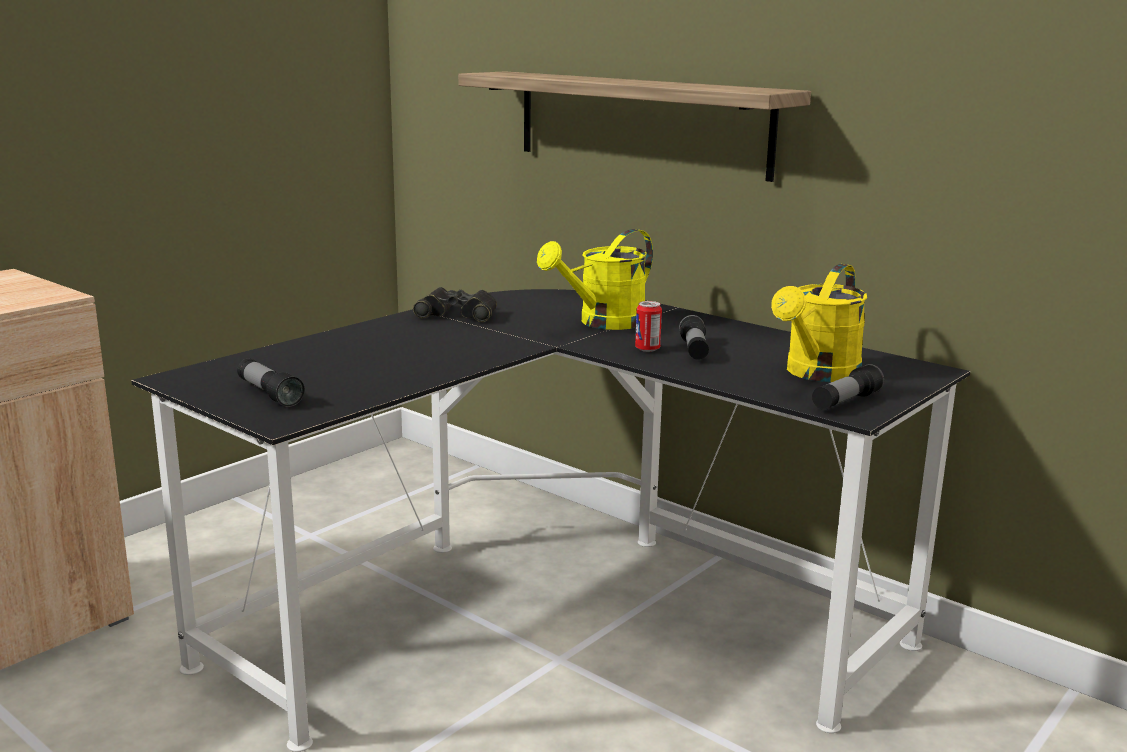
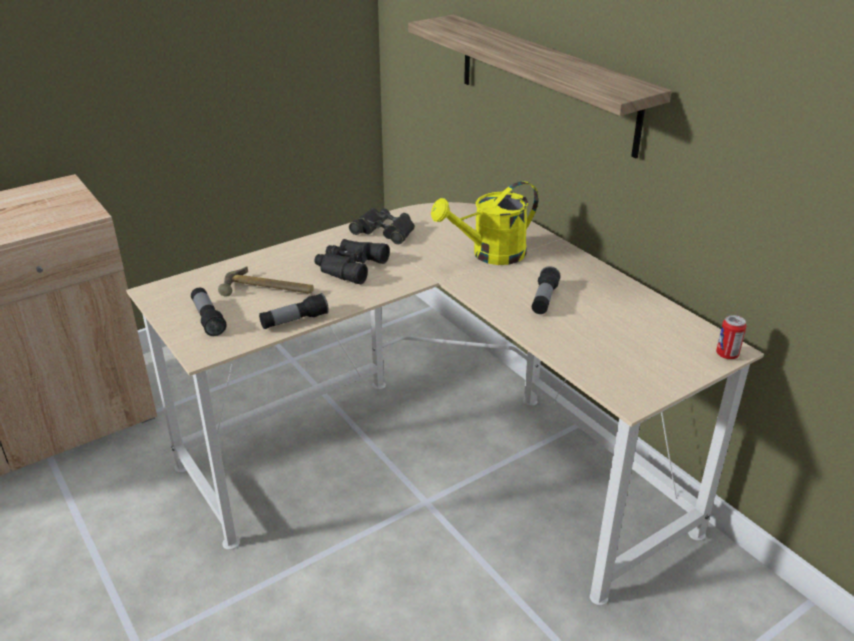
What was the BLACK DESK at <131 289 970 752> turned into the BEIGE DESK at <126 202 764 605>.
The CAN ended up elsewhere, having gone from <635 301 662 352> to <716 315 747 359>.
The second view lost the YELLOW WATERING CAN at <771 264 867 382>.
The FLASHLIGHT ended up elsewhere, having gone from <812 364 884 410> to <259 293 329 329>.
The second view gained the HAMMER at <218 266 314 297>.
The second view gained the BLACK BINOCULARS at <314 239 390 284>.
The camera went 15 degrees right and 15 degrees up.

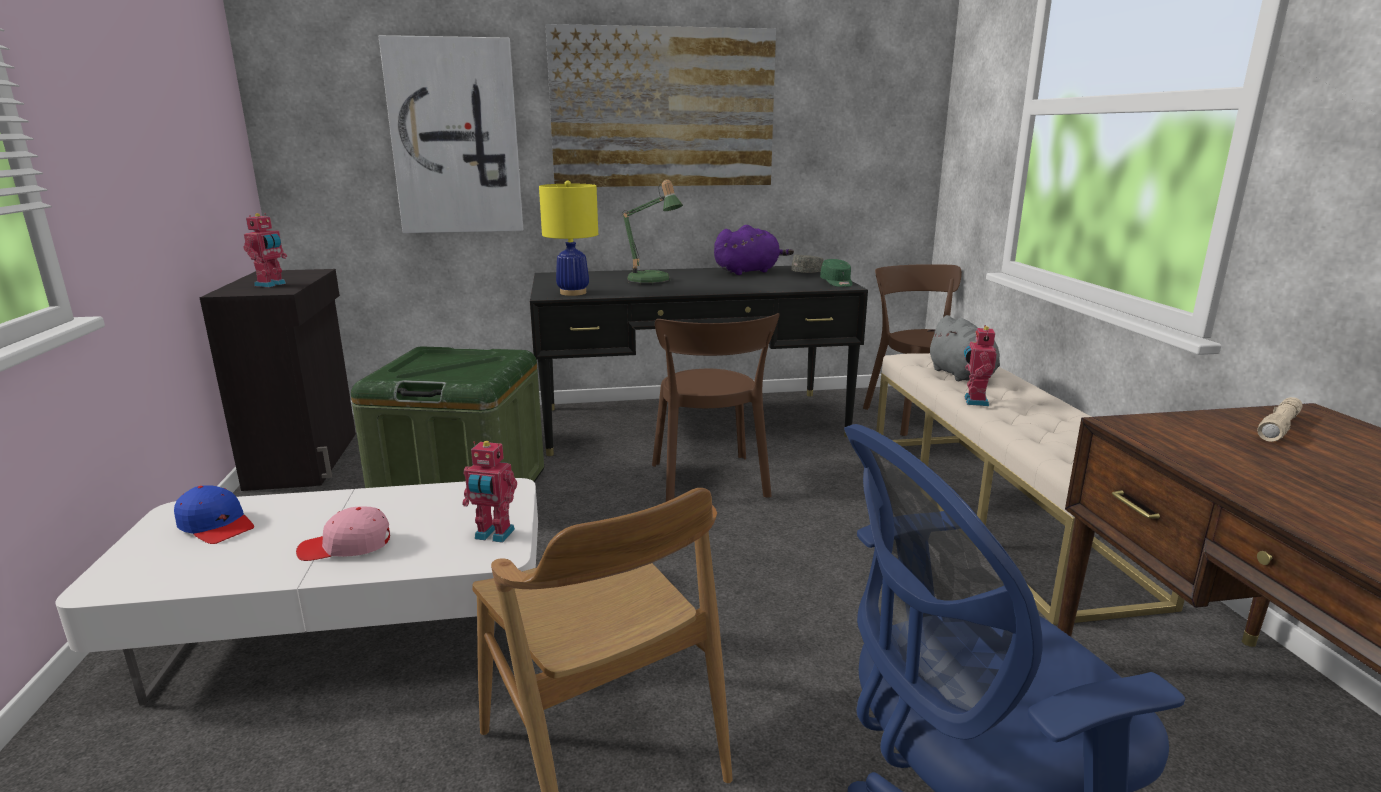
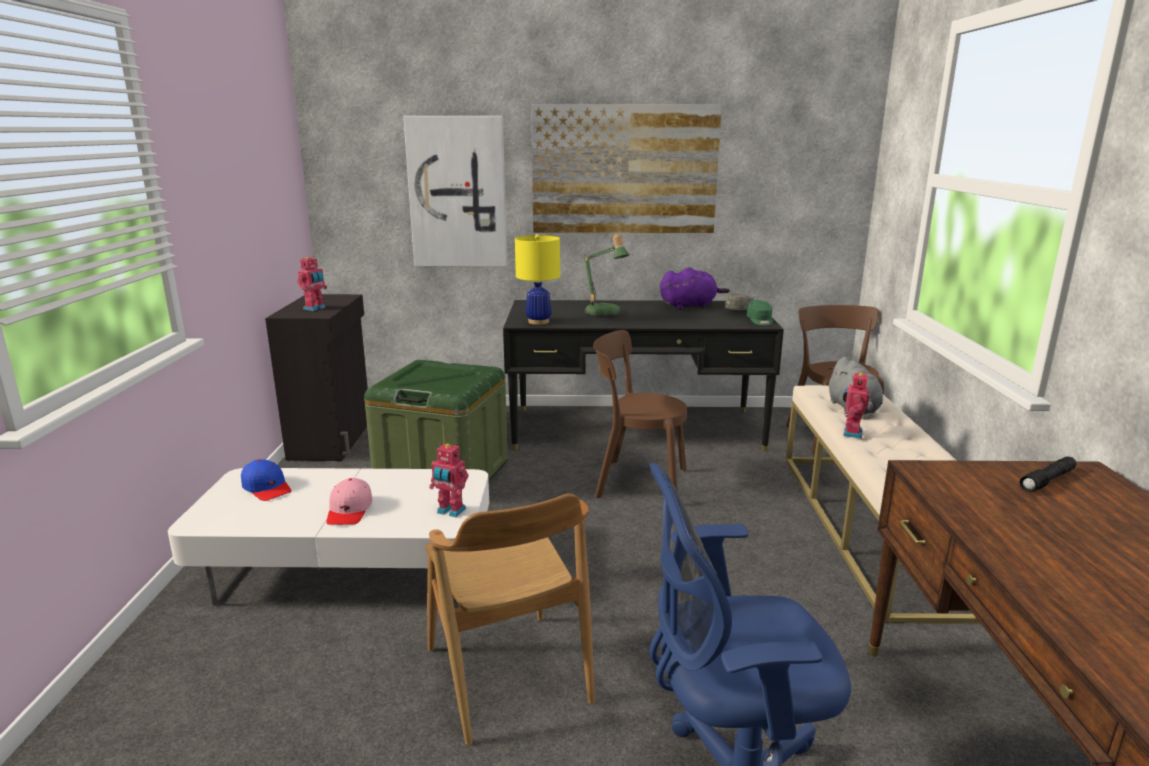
The PINK CAP at <296 507 390 561> ended up facing another way, 90 degrees counterclockwise from before.
The BROWN CHAIR at <652 313 780 502> ended up facing another way, 105 degrees clockwise from before.
What was the BEIGE FLASHLIGHT at <1257 397 1303 442> turned into the BLACK FLASHLIGHT at <1020 457 1077 492>.
The camera went 10 degrees right and 0 degrees up.

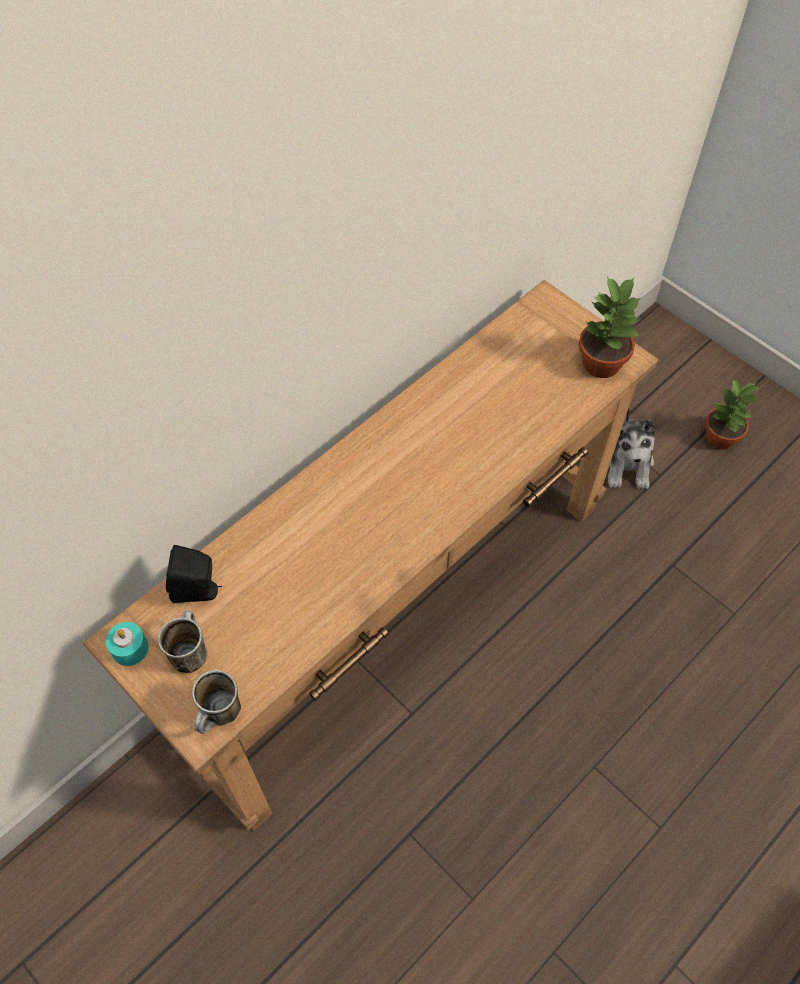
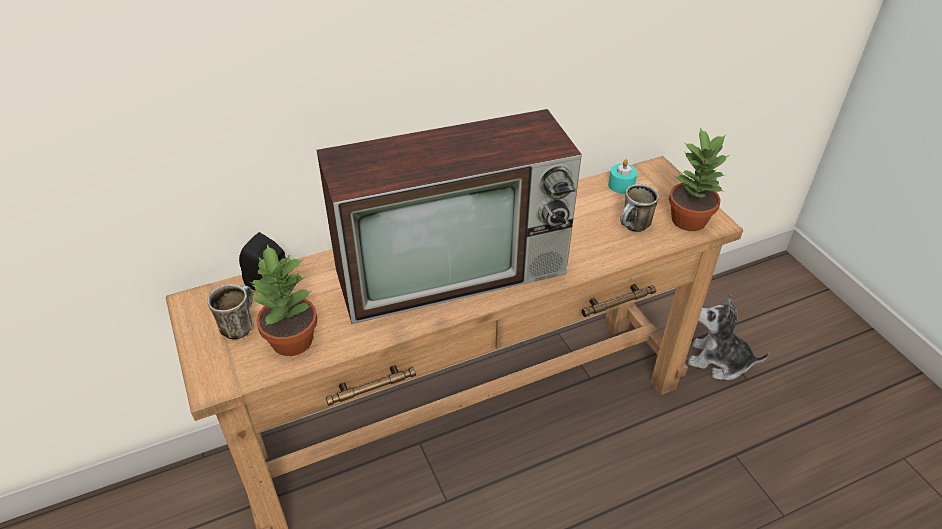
The TURQUOISE CANDLE ended up elsewhere, having gone from <106 622 148 666> to <608 159 637 194>.
The MUG ended up elsewhere, having gone from <192 670 241 734> to <620 184 659 232>.
The PLUSH TOY at <608 407 655 489> ended up facing another way, 90 degrees clockwise from before.
The POTTED PLANT ended up elsewhere, having gone from <705 379 759 449> to <250 244 318 356>.
The second view gained the TELEVISION at <317 109 582 324>.
The camera went 20 degrees right and 15 degrees down.

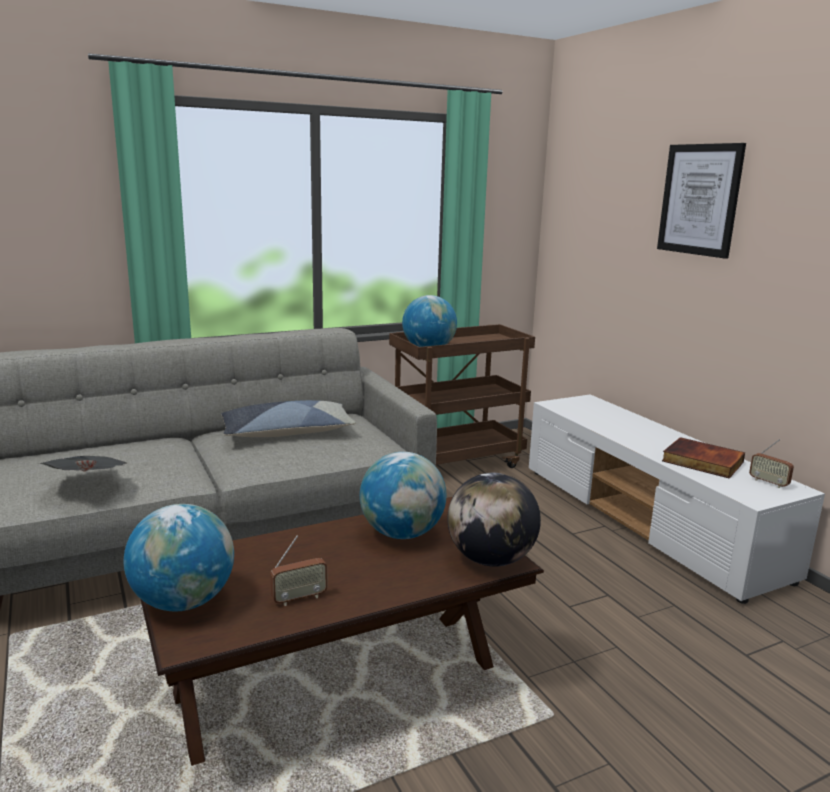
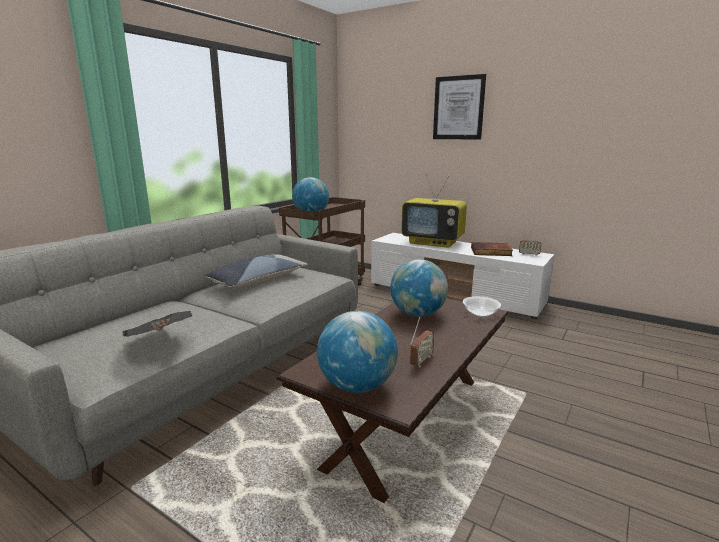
Where the GLOBE stood at <447 473 541 567>, the BOWL came to stand at <463 296 501 317>.
The second view gained the TELEVISION at <401 174 467 248>.
The camera went 30 degrees left and 0 degrees up.

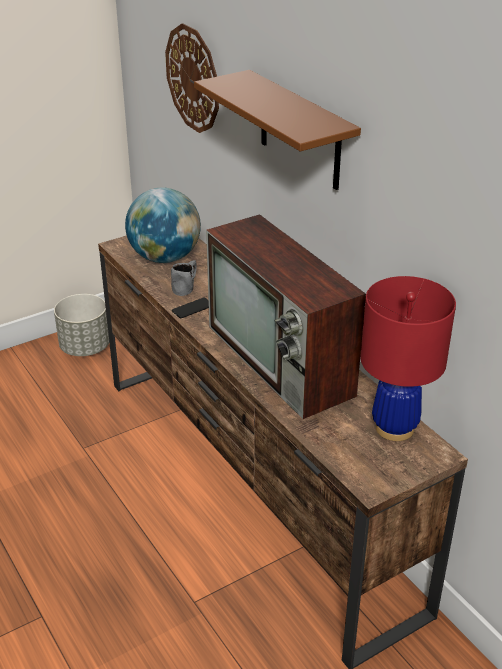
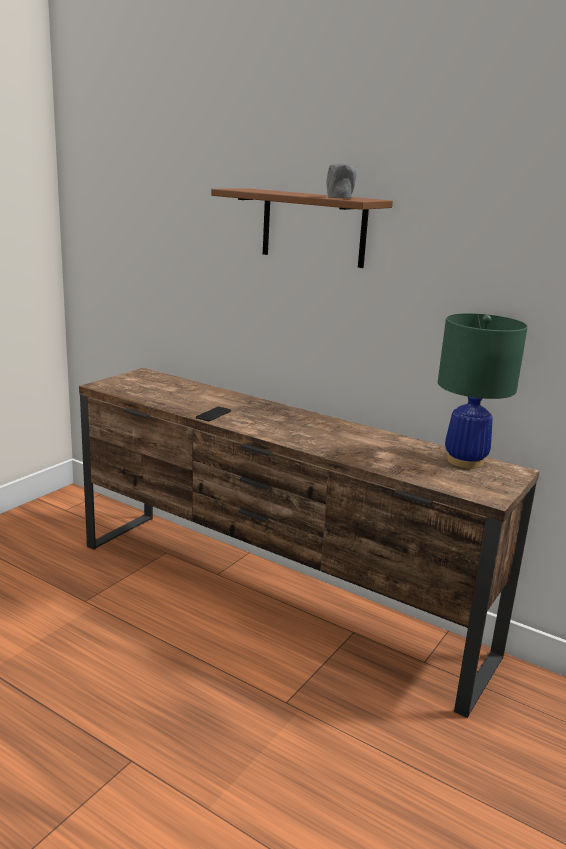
The second view lost the GREY PLANTER at <54 294 109 356>.
The second view lost the GLOBE at <125 188 201 263>.
The second view lost the WALL CLOCK at <165 23 219 133>.
The GREY MUG ended up elsewhere, having gone from <171 260 197 296> to <326 163 356 198>.
The second view lost the TELEVISION at <206 214 366 419>.
What was the RED TABLE LAMP at <360 276 456 441> turned into the GREEN TABLE LAMP at <438 313 528 469>.
The camera went 25 degrees left and 15 degrees down.

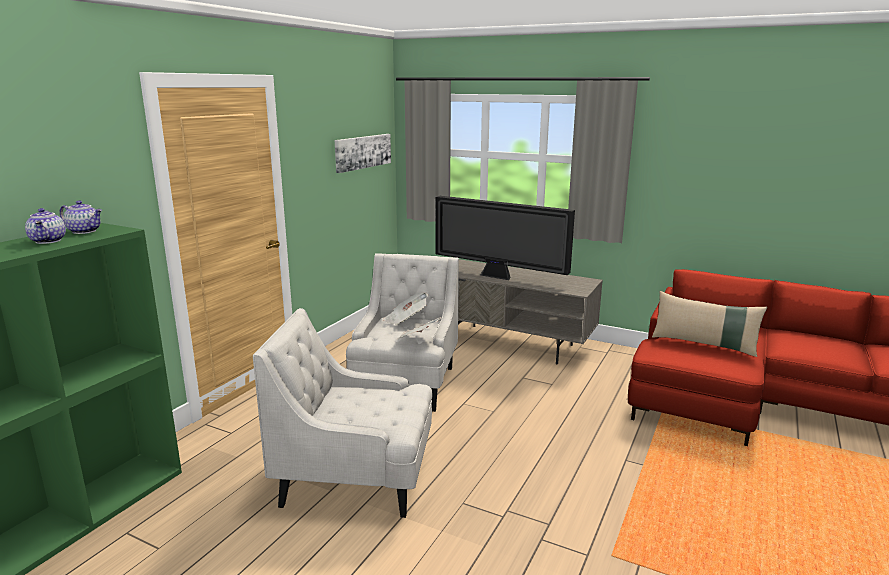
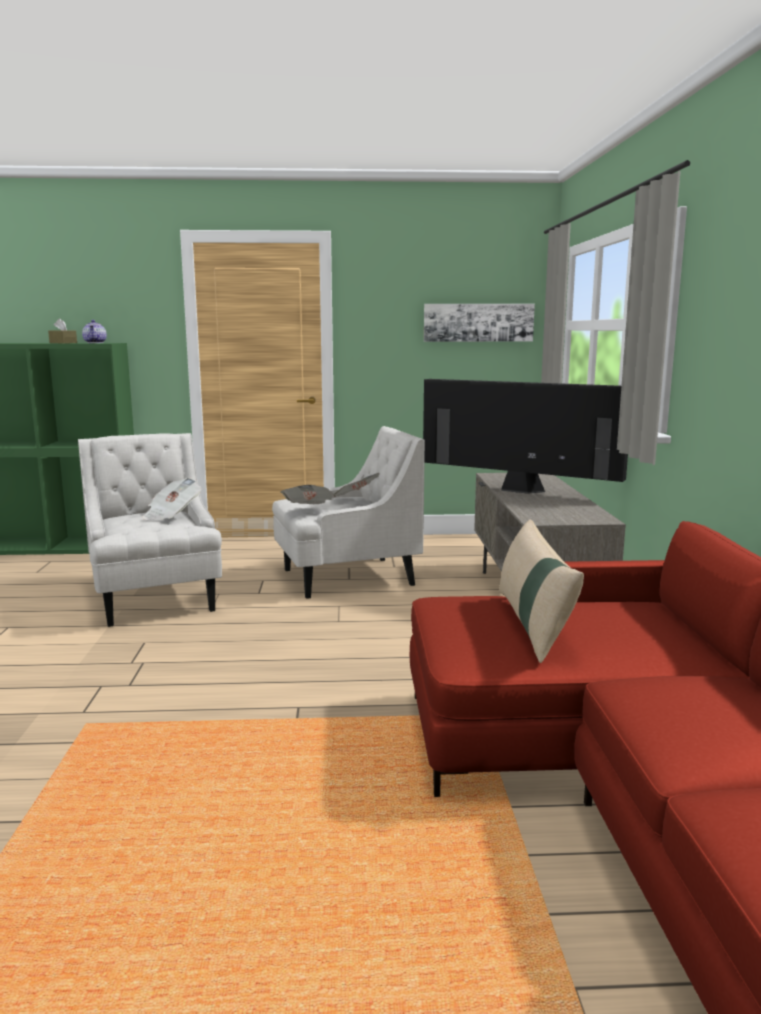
Where the TEAPOT stood at <25 208 66 244>, the BROWN TISSUE BOX came to stand at <48 318 77 343>.
The TELEVISION at <435 196 575 280> ended up facing another way, 120 degrees clockwise from before.
The second view gained the NEWSPAPER at <142 478 201 520>.
The camera went 60 degrees right and 5 degrees down.

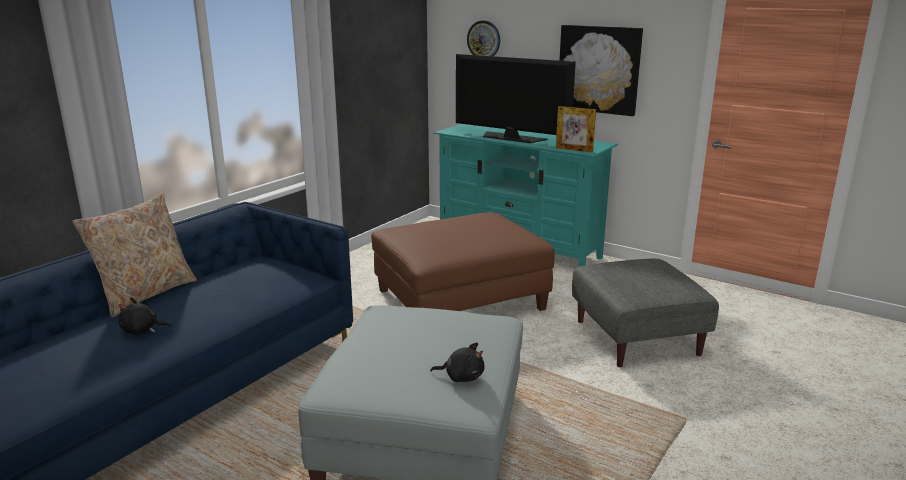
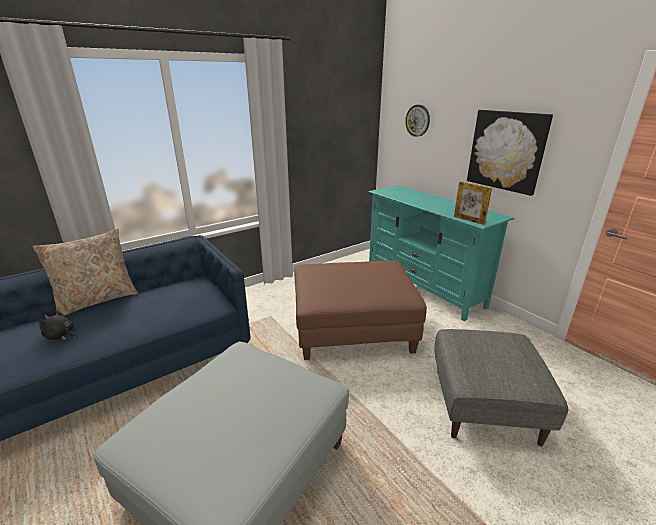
The second view lost the BLACK PLUSH TOY at <431 343 485 382>.
The second view lost the TELEVISION at <456 54 576 143>.
The camera went 20 degrees right and 5 degrees up.

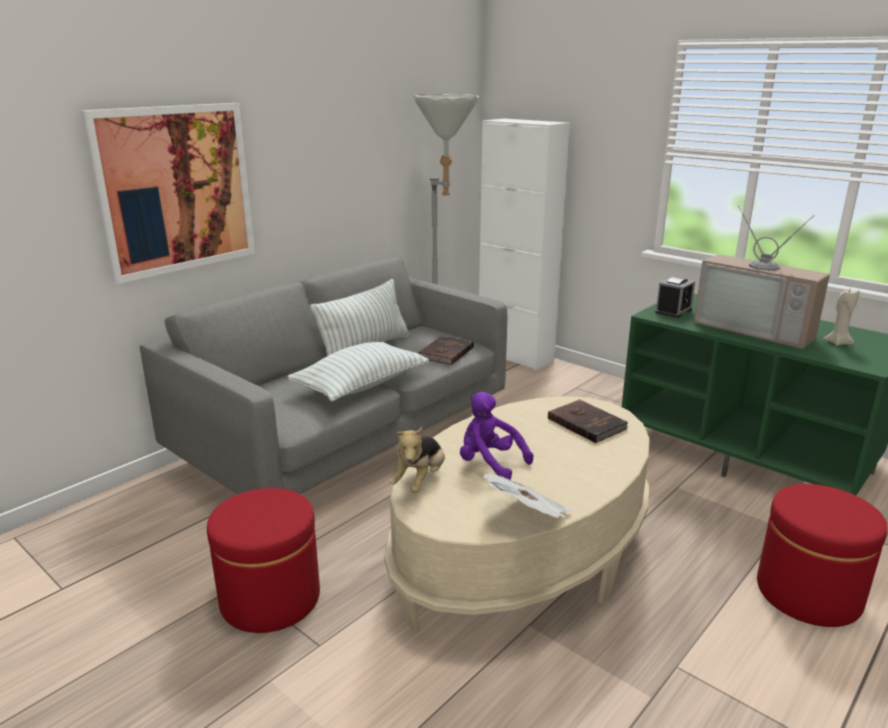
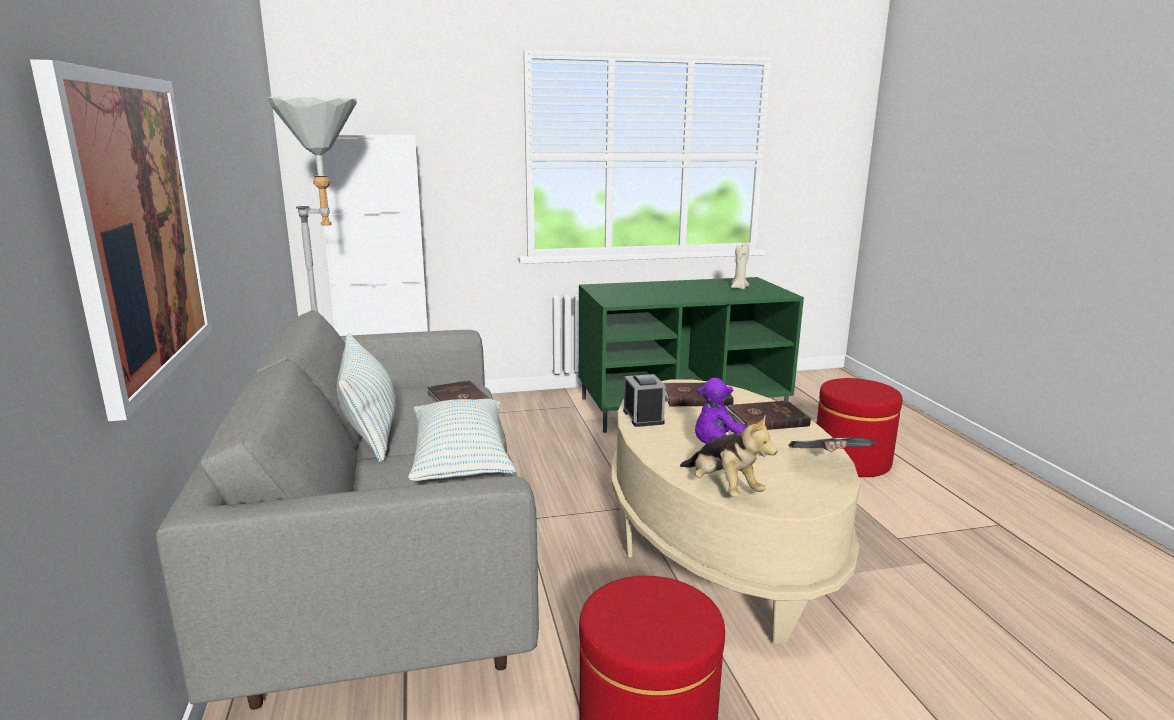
The ALARM CLOCK ended up elsewhere, having gone from <655 277 695 318> to <623 374 666 427>.
The second view lost the TELEVISION at <694 205 830 349>.
The second view gained the BROWN BOOK at <725 400 811 430>.
The camera went 55 degrees left and 5 degrees down.

